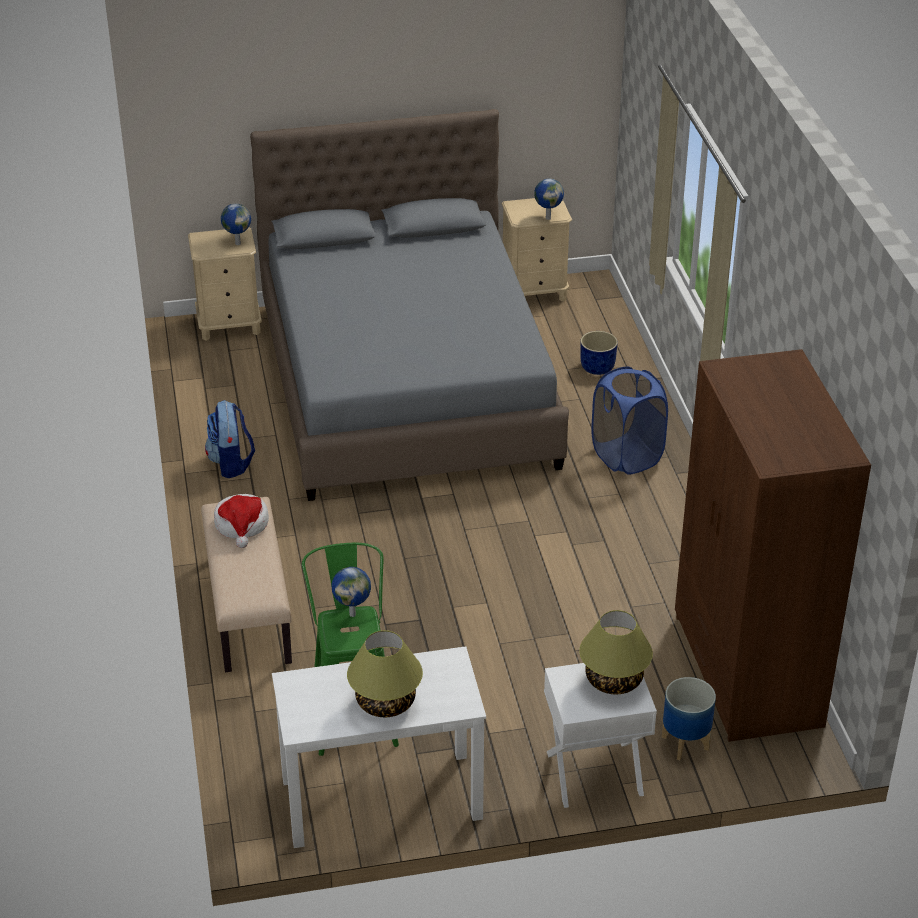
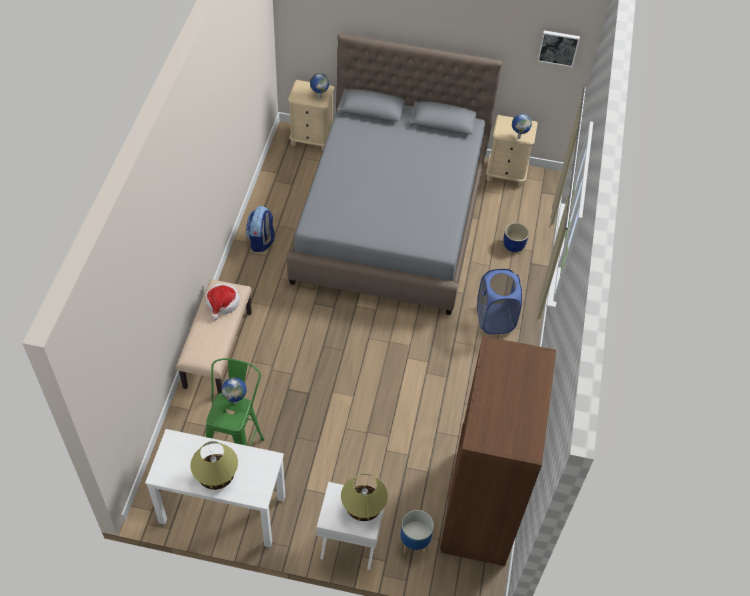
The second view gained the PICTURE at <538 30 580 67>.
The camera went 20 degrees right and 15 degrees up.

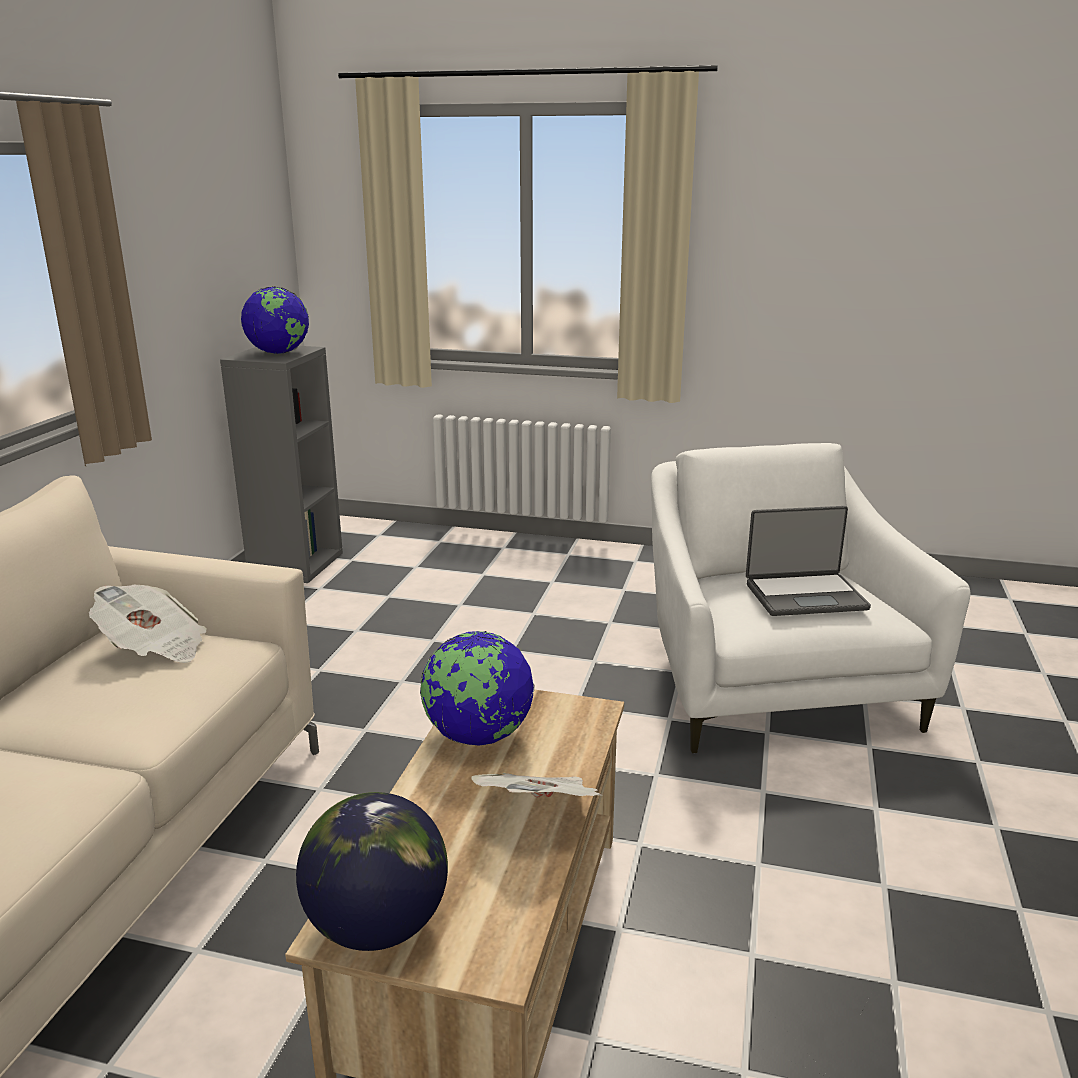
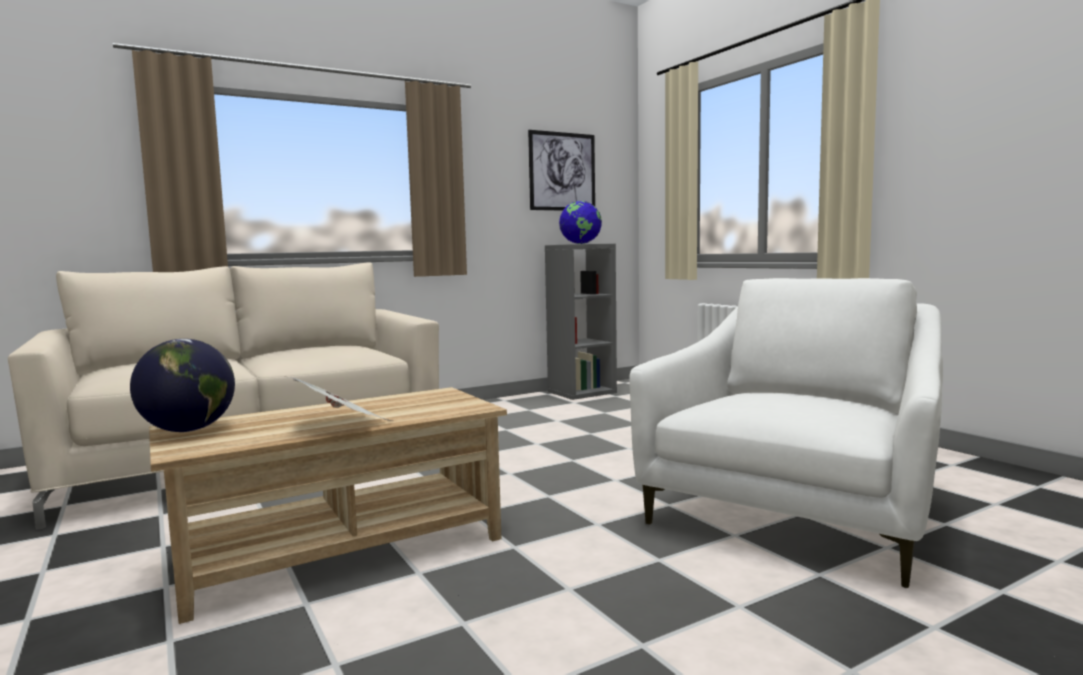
The second view lost the NEWSPAPER at <89 585 207 663>.
The second view lost the GLOBE at <420 631 535 746>.
The second view lost the LAPTOP at <746 506 871 616>.
The second view gained the PICTURE at <528 130 595 210>.
The camera went 45 degrees right and 15 degrees down.

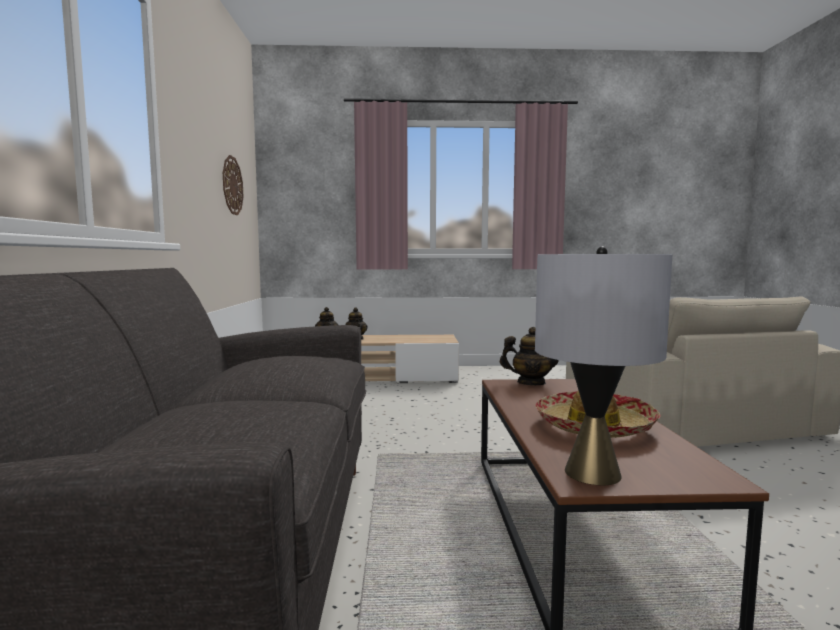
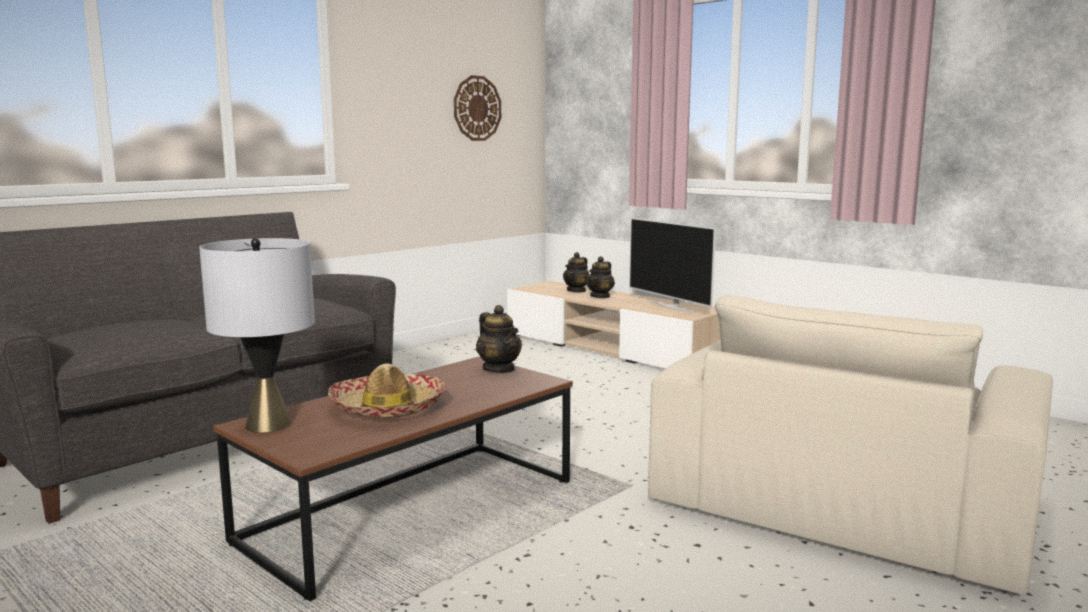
The second view gained the TELEVISION at <629 218 716 313>.
The camera went 45 degrees right and 5 degrees up.

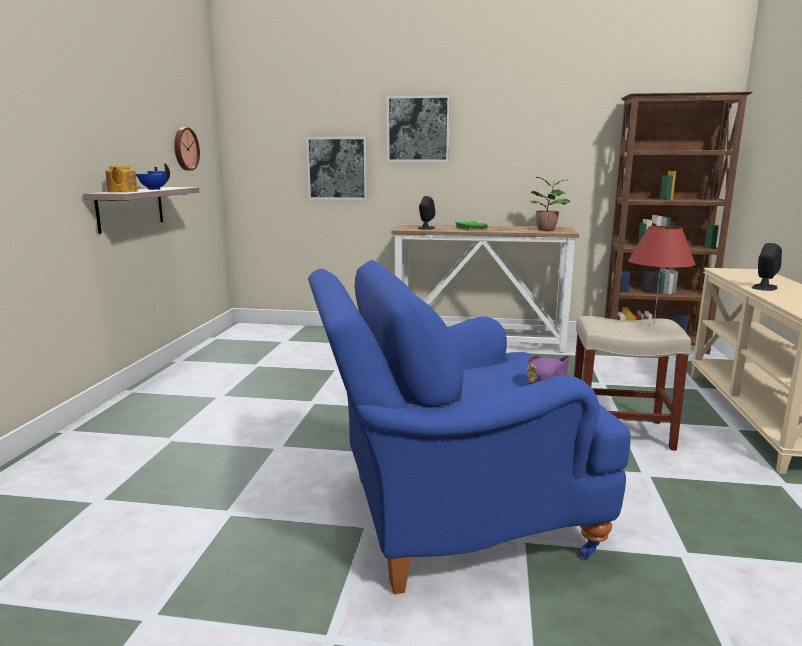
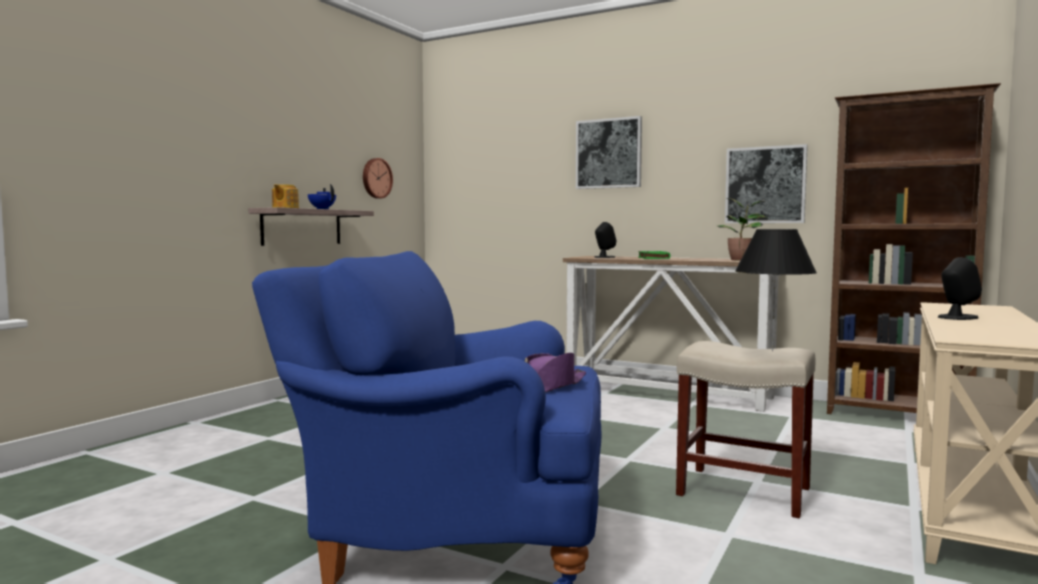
The PICTURE ended up elsewhere, having gone from <306 137 368 200> to <725 144 808 223>.
What was the RED TABLE LAMP at <628 226 696 324> turned into the BLACK TABLE LAMP at <735 229 817 351>.
The camera went 20 degrees right and 10 degrees down.

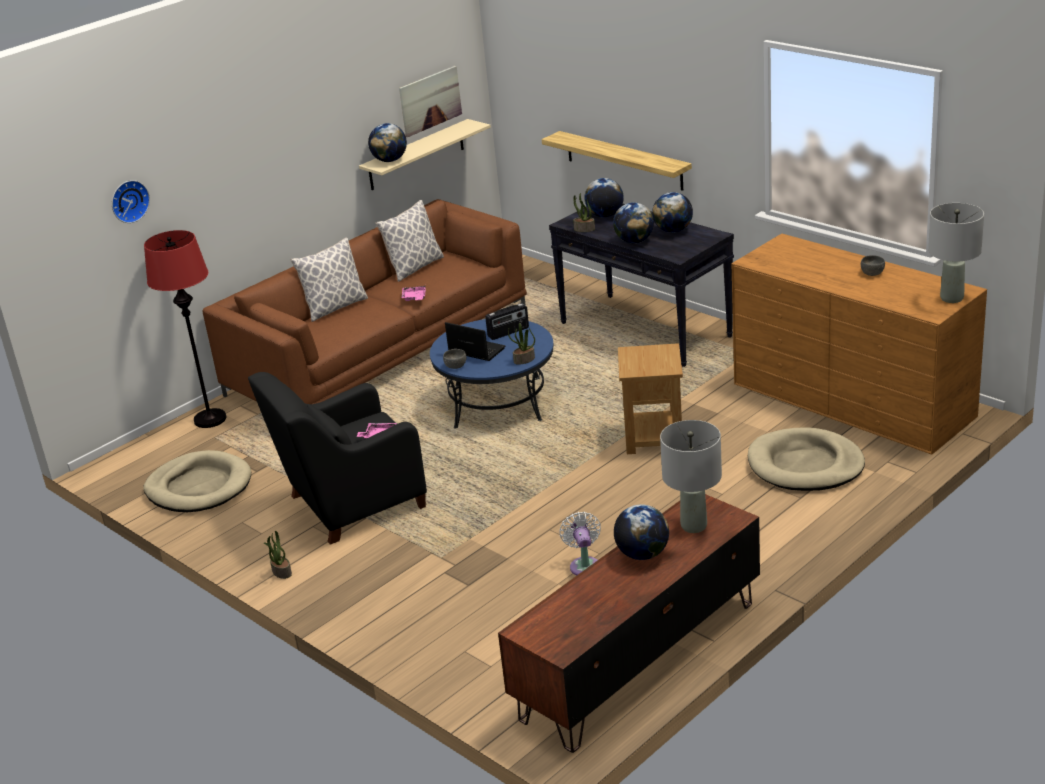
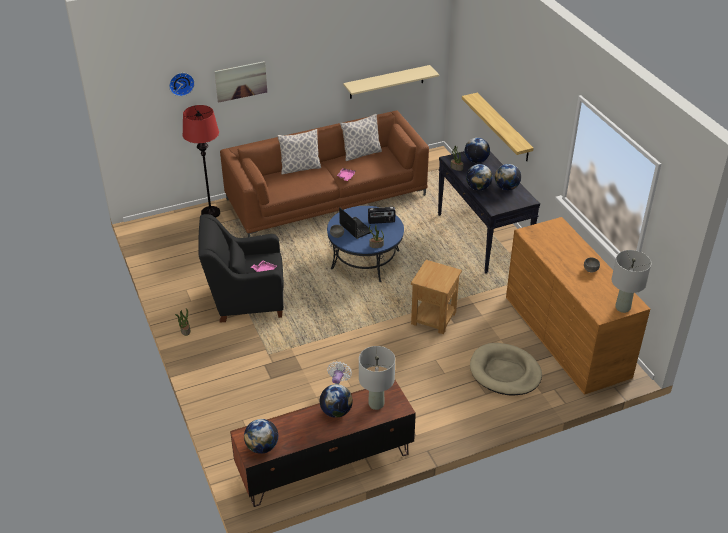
The second view lost the BEIGE DOG BED at <144 450 251 512>.
The GLOBE ended up elsewhere, having gone from <368 123 407 162> to <244 419 278 454>.
The PICTURE ended up elsewhere, having gone from <399 66 462 137> to <215 61 267 103>.
The camera went 20 degrees right and 10 degrees up.

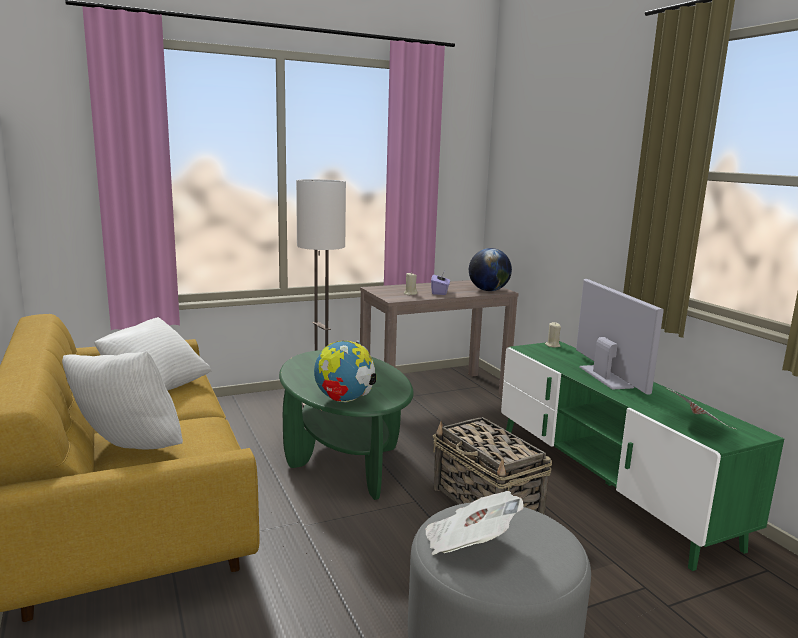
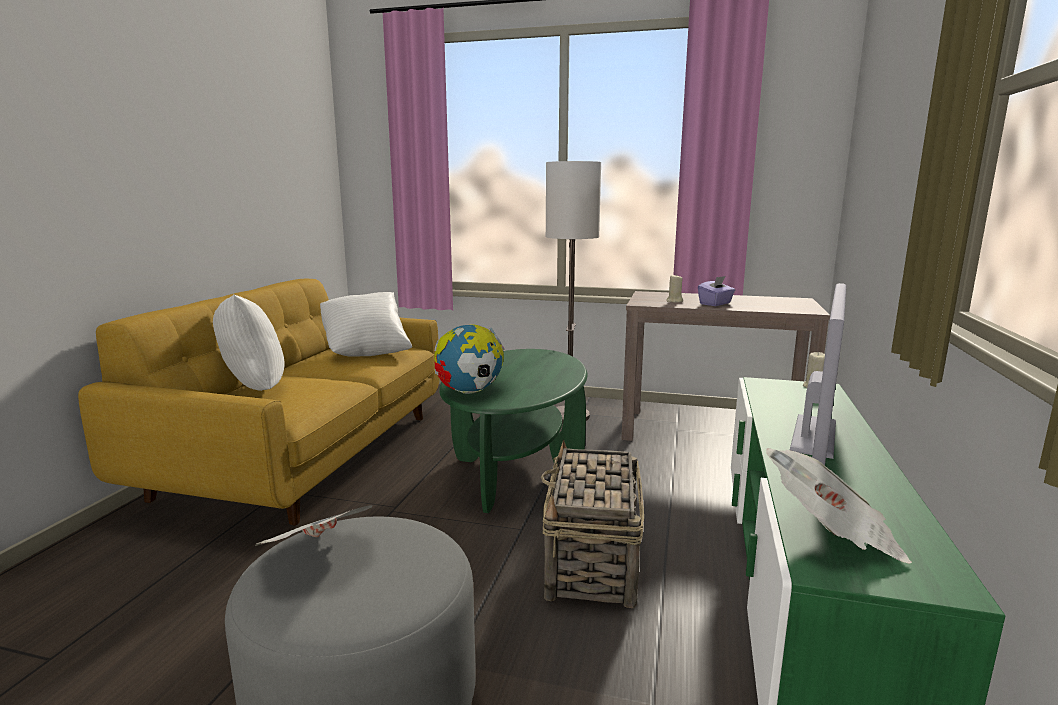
The second view lost the GLOBE at <469 248 512 291>.
The camera went 40 degrees right and 0 degrees up.

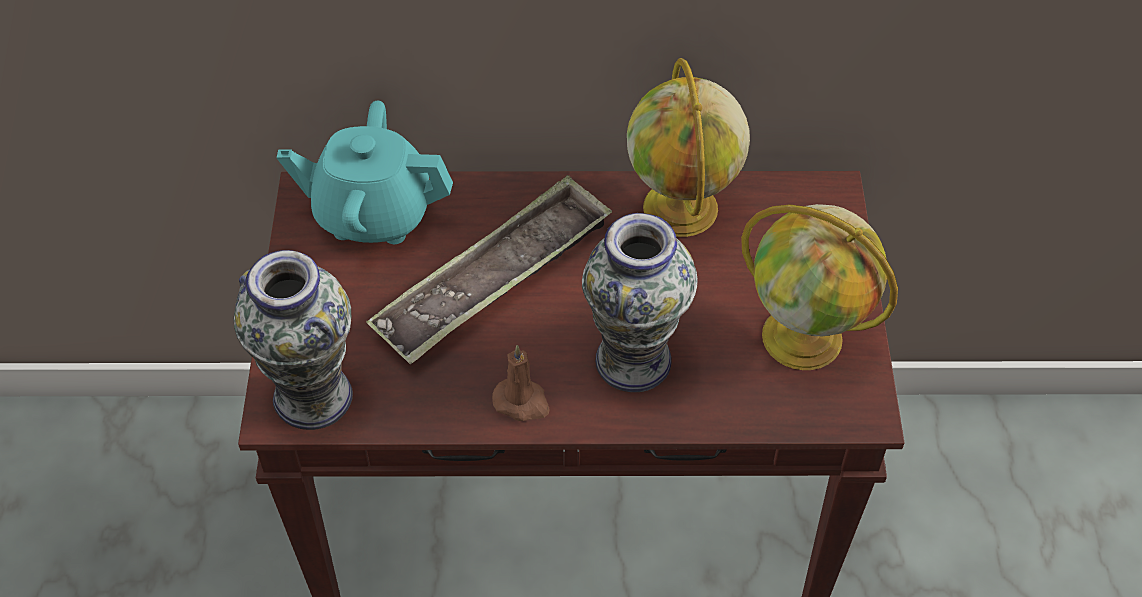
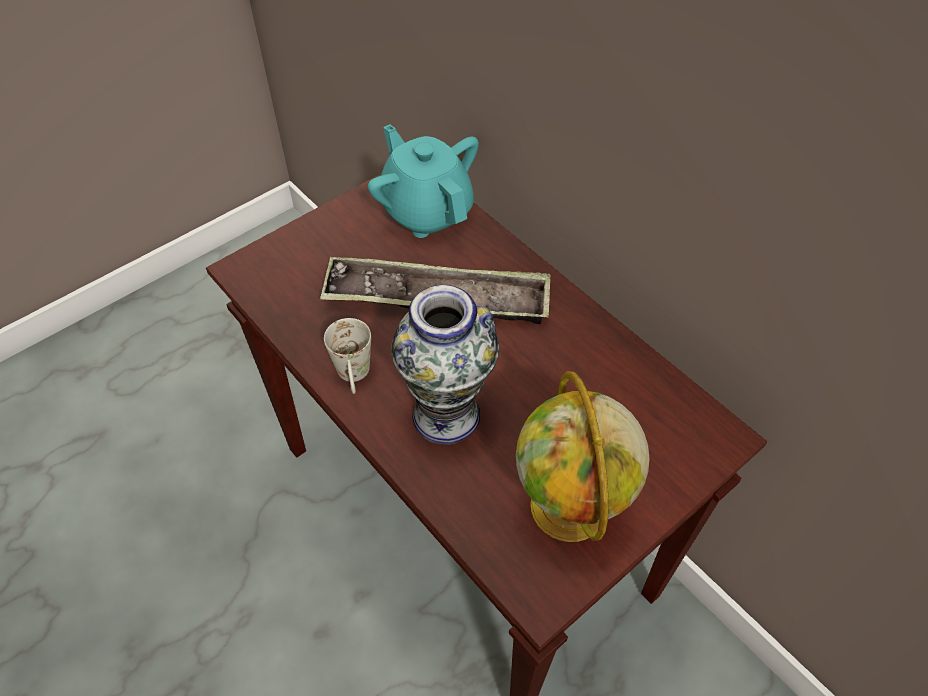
The second view lost the VASE at <234 250 353 430>.
Where the BROWN CANDLE stood at <492 345 550 421>, the WHITE MUG came to stand at <324 318 371 394>.
The second view lost the GLOBE at <627 58 750 237>.
The camera went 50 degrees right and 0 degrees up.

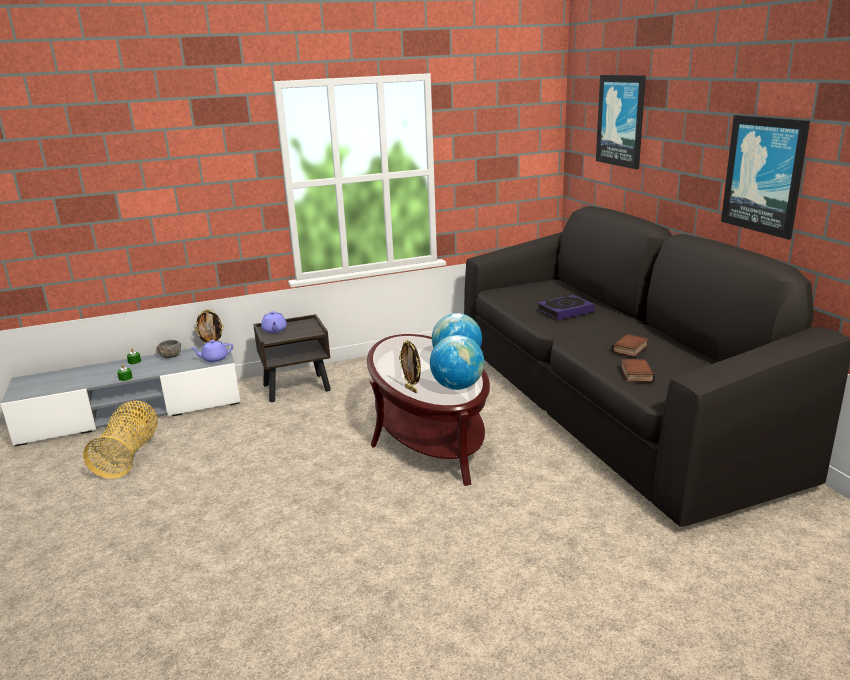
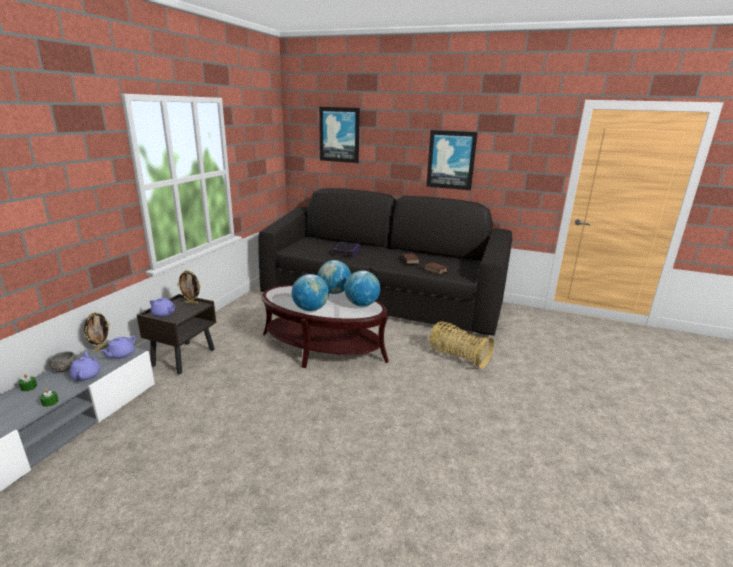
The BASKET ended up elsewhere, having gone from <83 401 158 479> to <429 322 494 369>.
The PICTURE FRAME ended up elsewhere, having gone from <399 340 421 393> to <177 270 201 304>.
The second view gained the PURPLE TEAPOT at <69 351 100 381>.
The second view gained the GLOBE at <292 274 329 311>.
The camera went 50 degrees left and 0 degrees up.

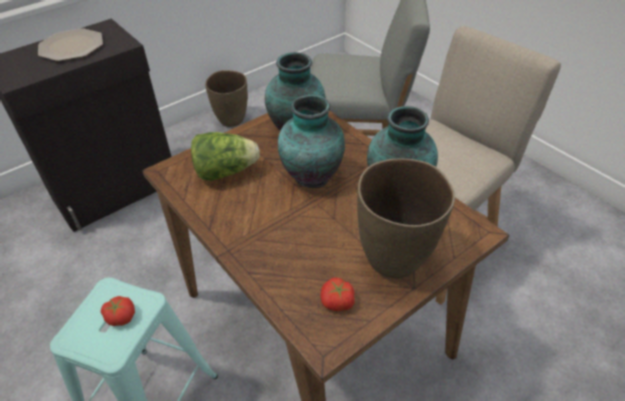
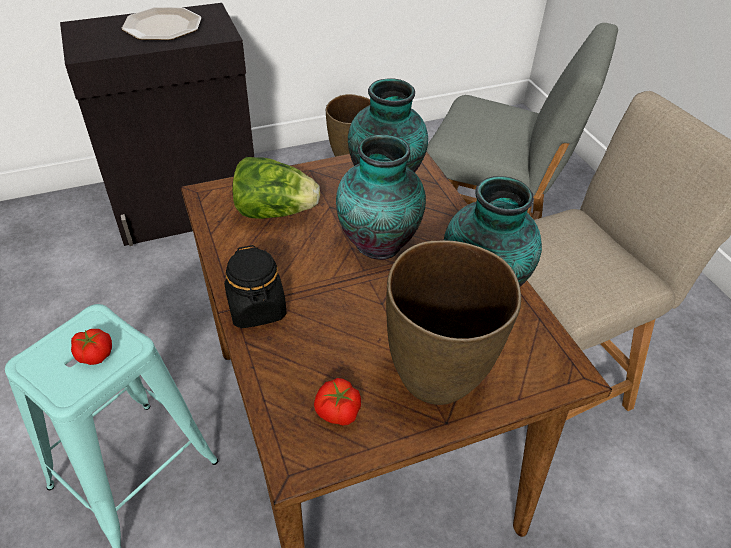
The second view gained the BLACK JAR at <224 245 287 328>.
The camera went 15 degrees right and 0 degrees up.

